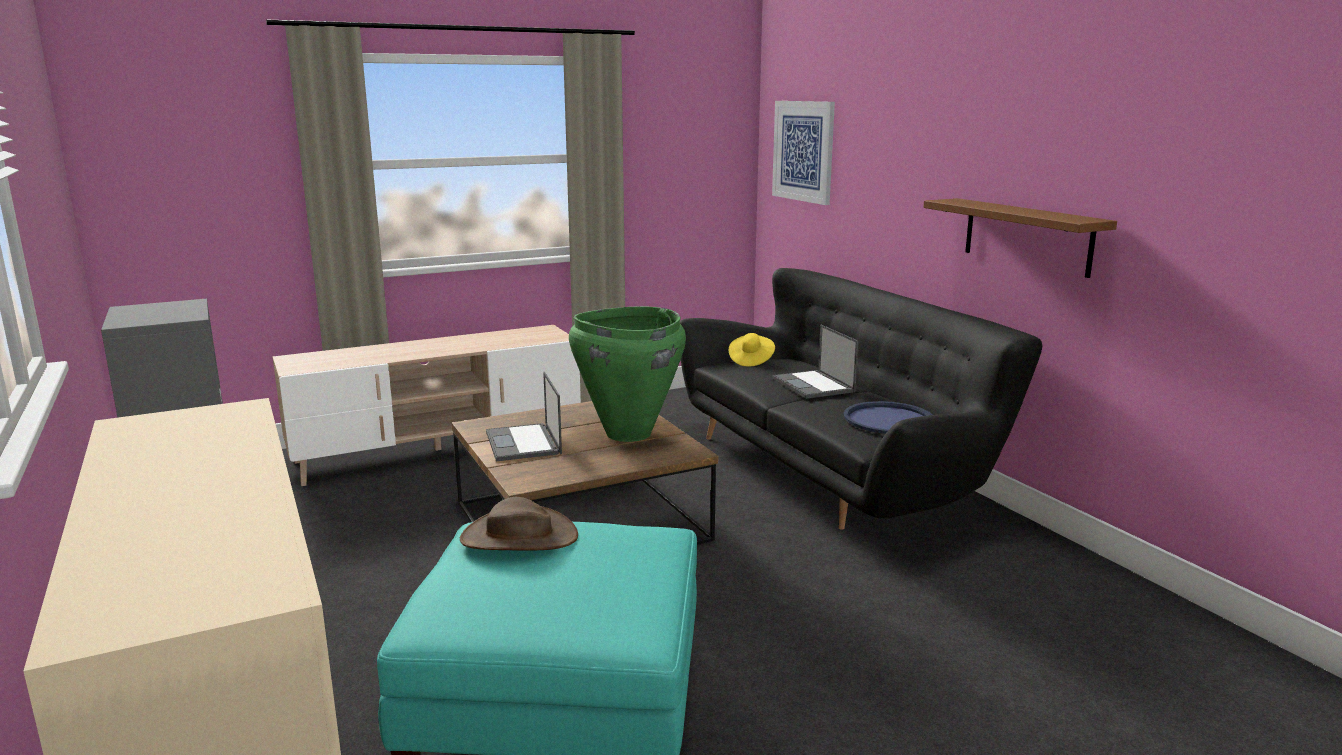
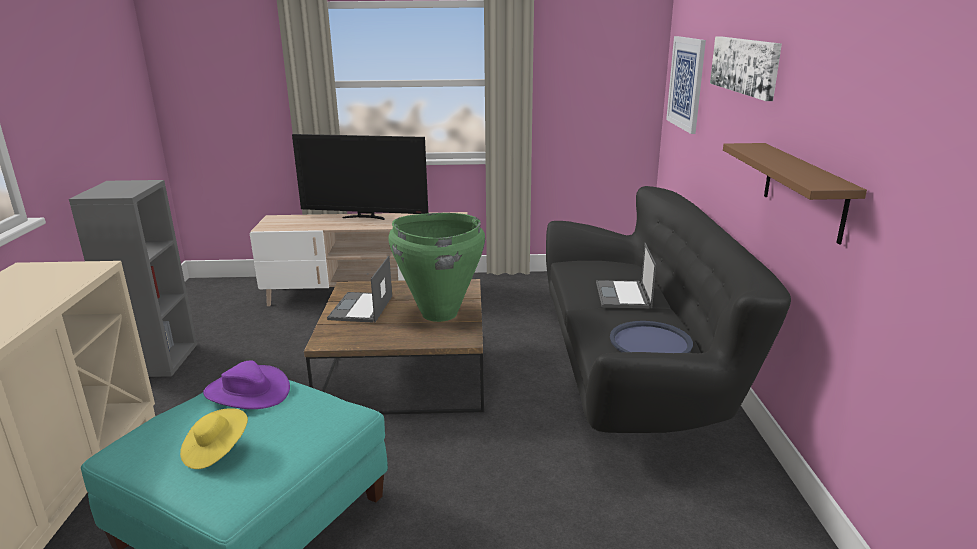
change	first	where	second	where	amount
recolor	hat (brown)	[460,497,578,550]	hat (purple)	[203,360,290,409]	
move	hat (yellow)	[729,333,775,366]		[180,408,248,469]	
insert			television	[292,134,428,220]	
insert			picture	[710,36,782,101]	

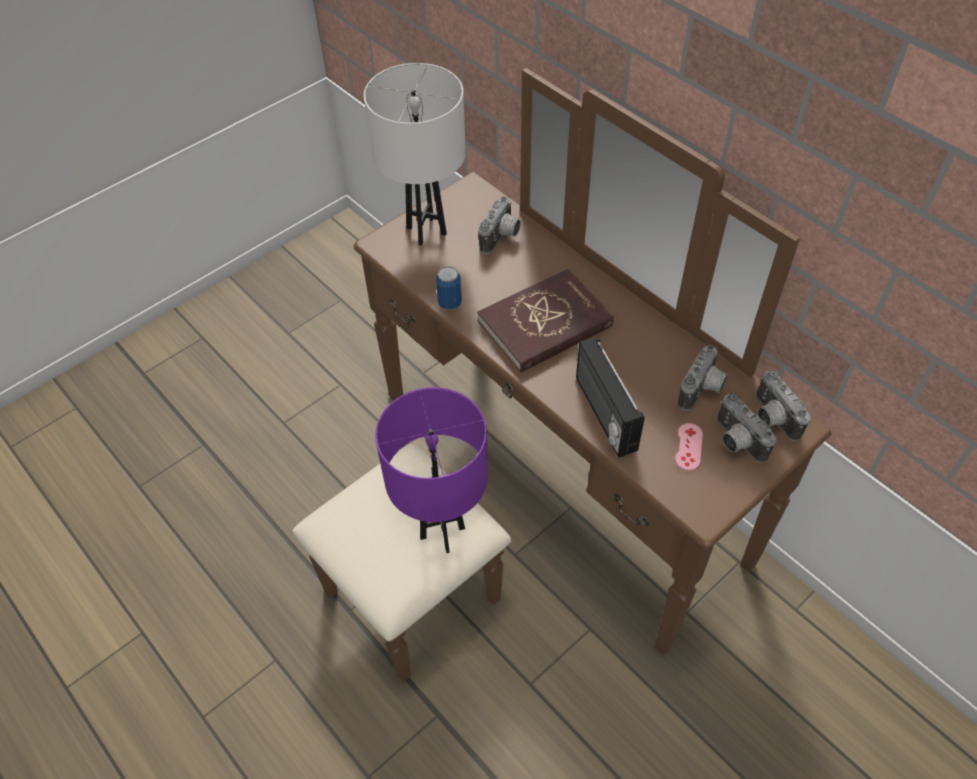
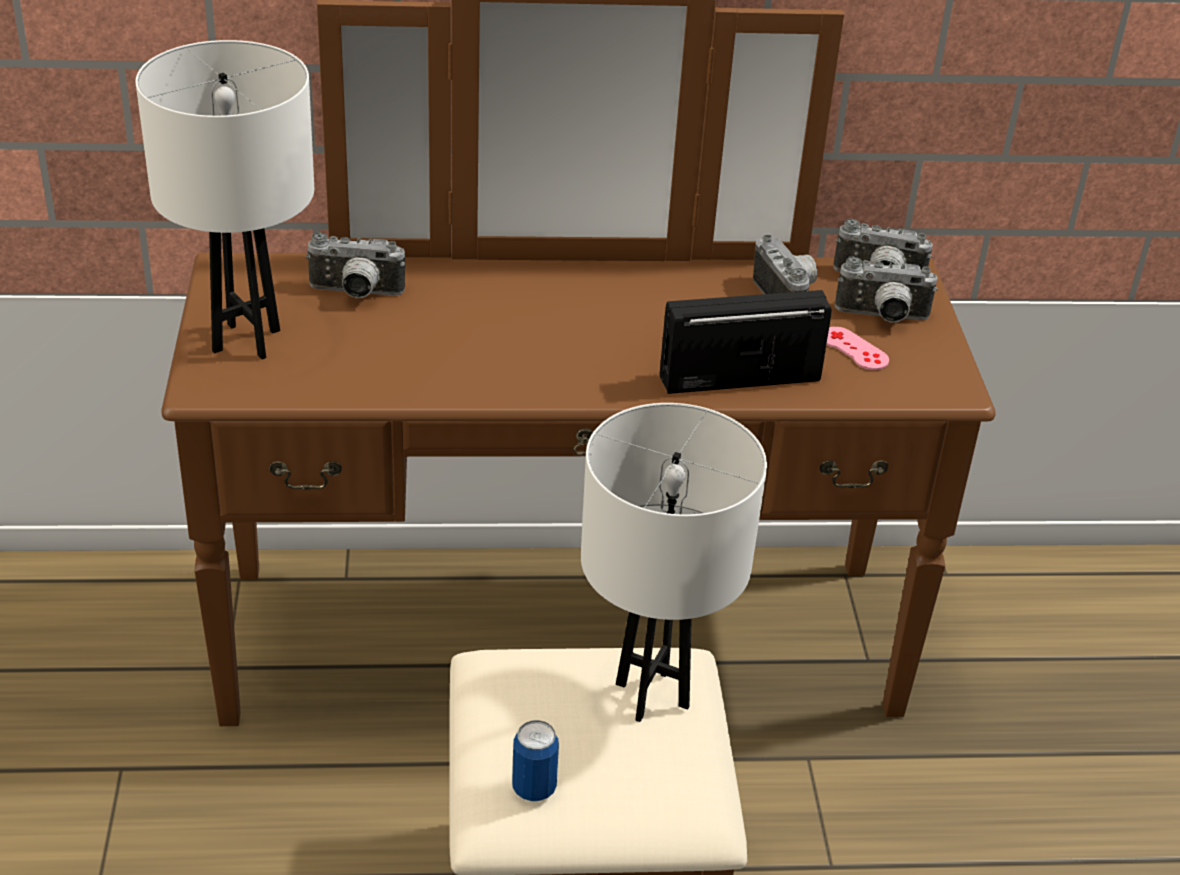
change	first	where	second	where	amount
recolor	table lamp (purple)	[375,387,488,553]	table lamp (white)	[581,403,767,722]	
move	can	[436,266,462,310]		[512,720,559,801]	
delete	book (red)	[477,268,614,373]			
rotate	photo camera	[478,196,521,254]		[306,233,405,298]	120 degrees clockwise
rotate	radio	[576,337,645,458]		[660,290,832,394]	150 degrees clockwise

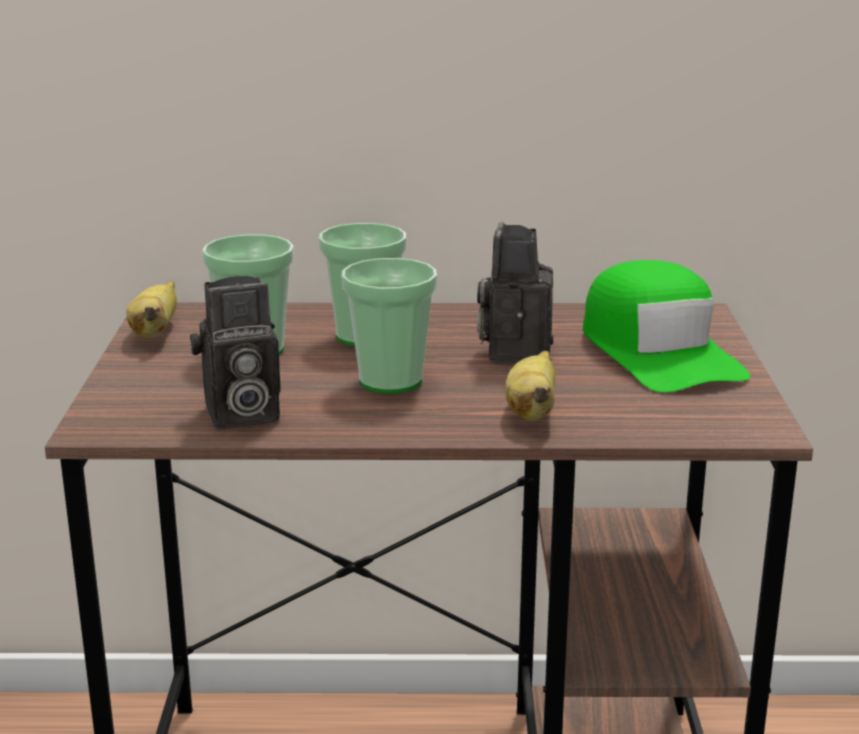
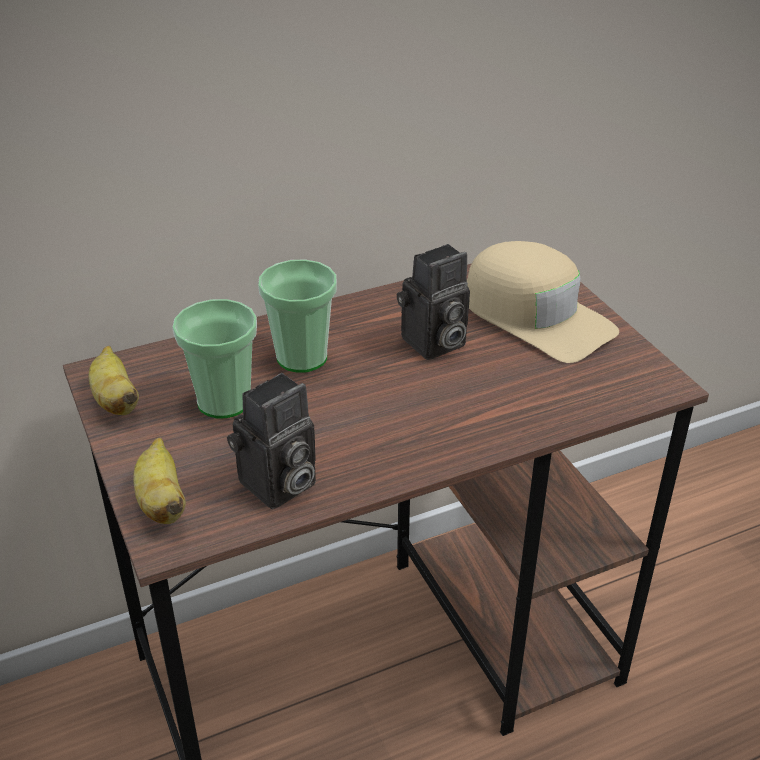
change	first	where	second	where	amount
delete	cup	[342,258,437,394]			
rotate	photo camera	[477,222,553,364]		[397,244,470,360]	105 degrees counterclockwise
move	banana	[505,351,555,421]		[133,437,186,524]	
recolor	cap (green)	[583,260,750,392]	cap (beige)	[467,241,619,363]	

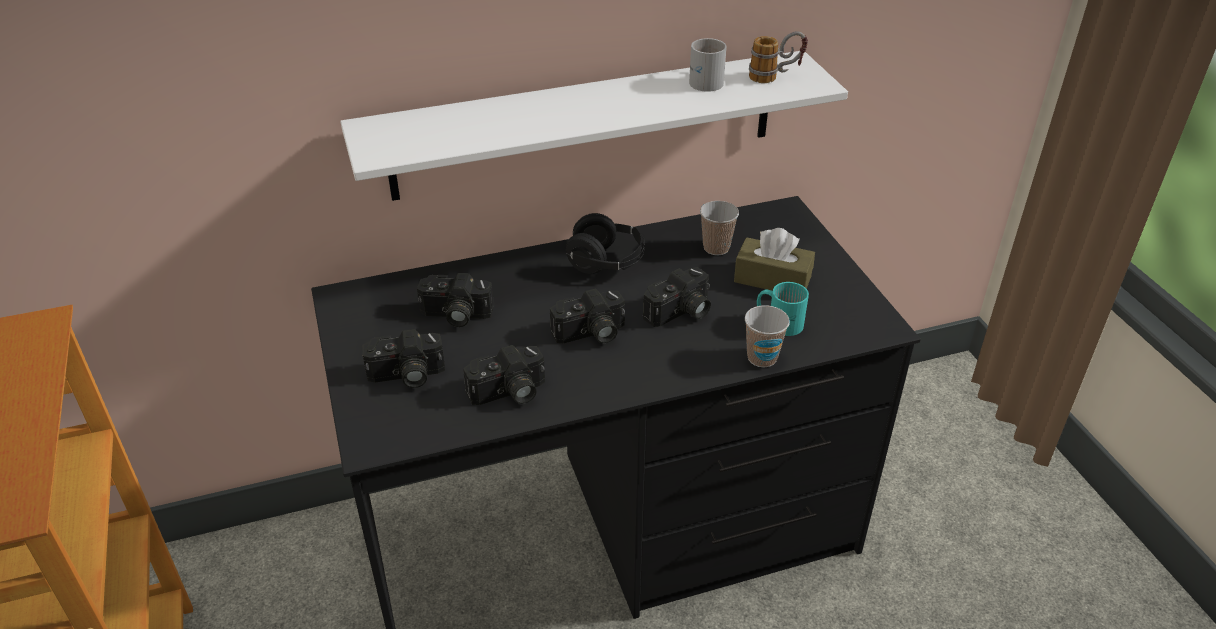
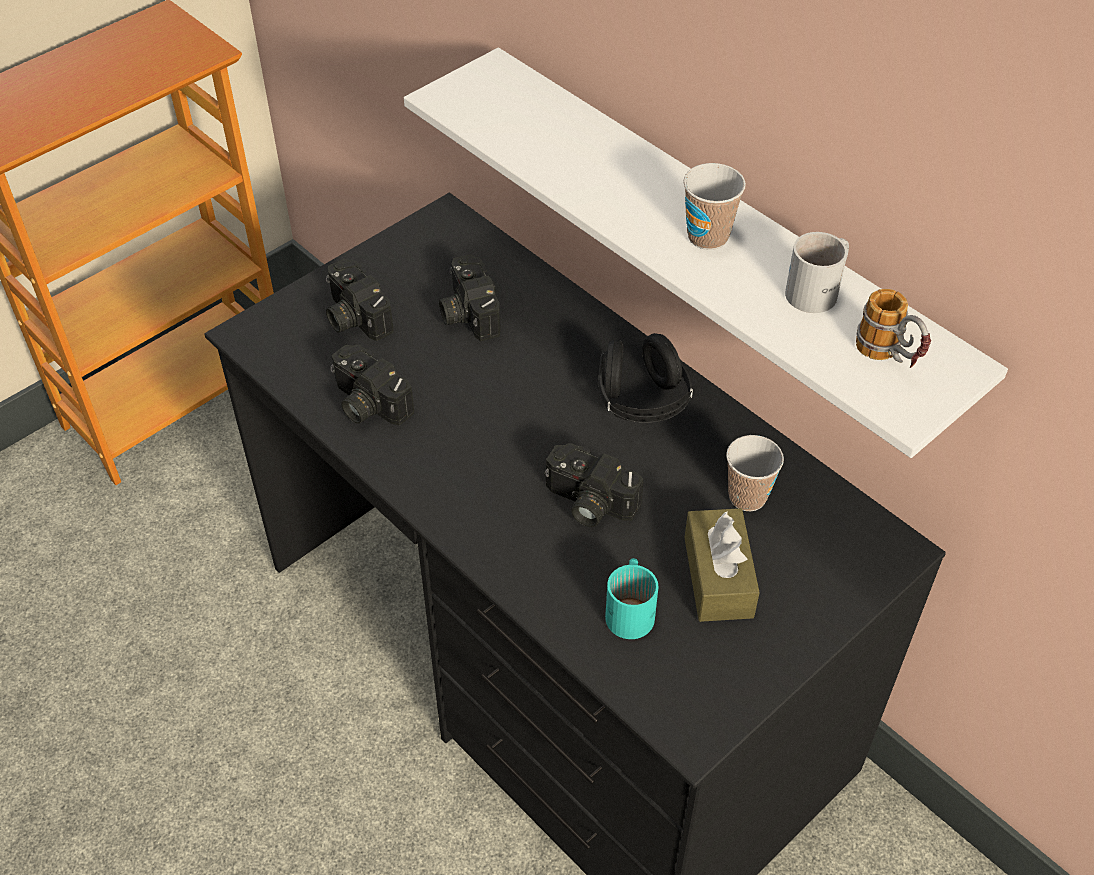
change	first	where	second	where	amount
delete	photo camera	[550,288,625,343]			
move	cup	[745,305,790,368]		[684,163,746,250]	

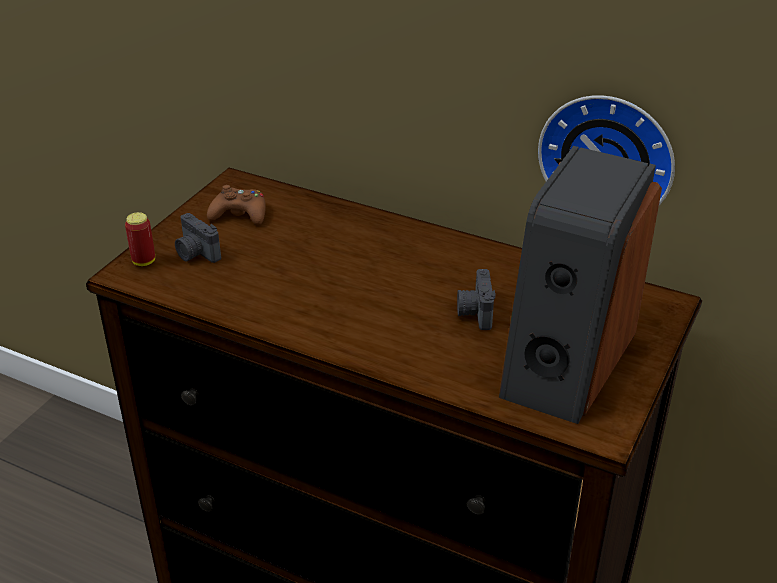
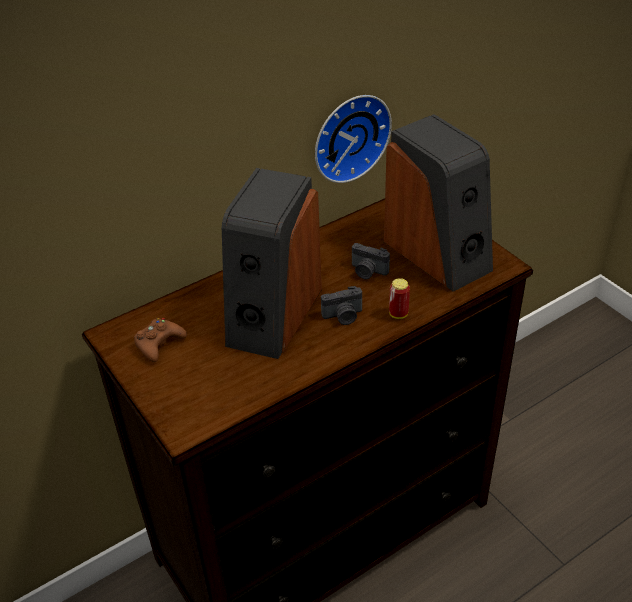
change	first	where	second	where	amount
move	can	[125,212,155,266]		[389,278,410,319]	
move	photo camera	[175,213,221,263]		[321,286,362,325]	
insert			speaker	[222,168,322,359]	

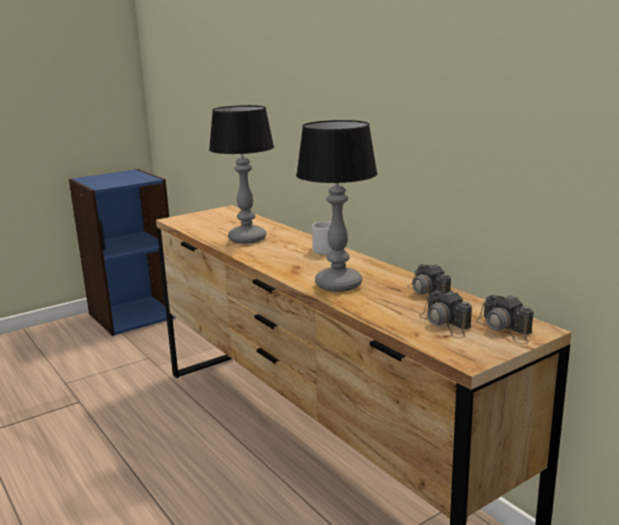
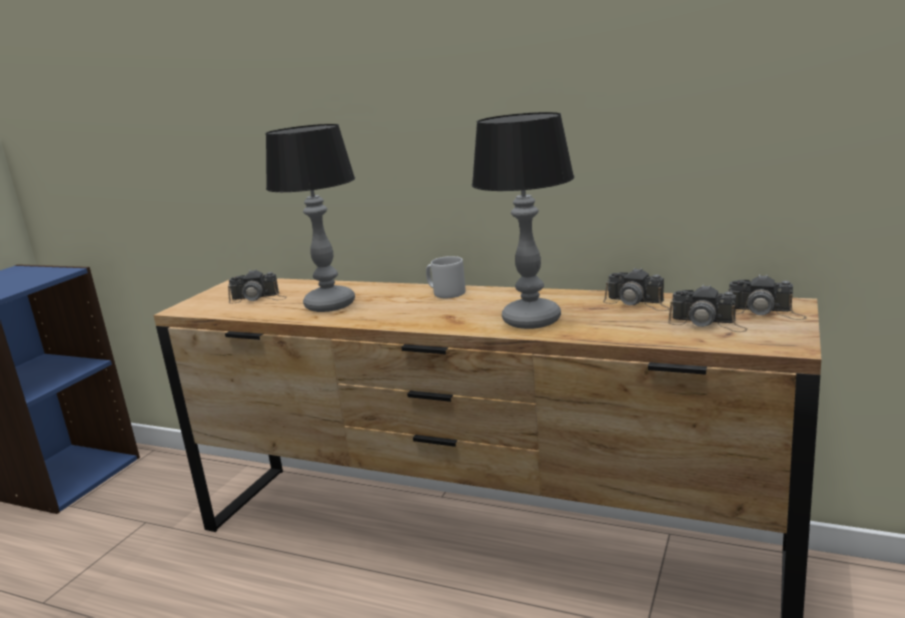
change	first	where	second	where	amount
insert			photo camera	[228,269,287,304]	

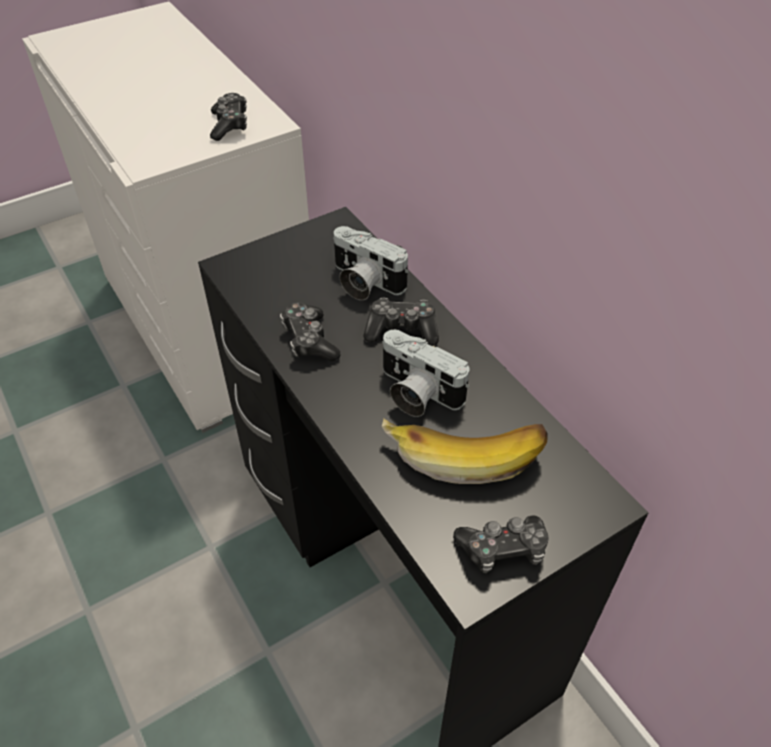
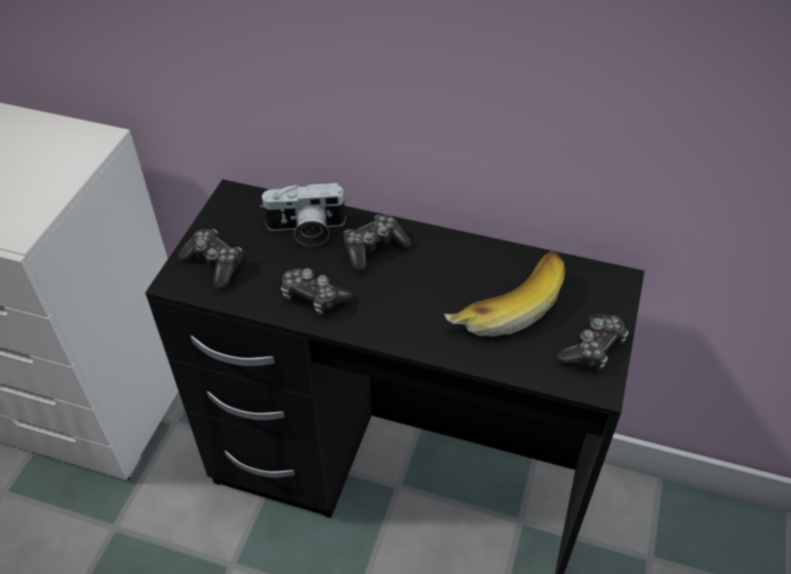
change	first	where	second	where	amount
move	game controller	[210,93,247,141]		[178,229,242,289]	
delete	photo camera	[382,329,470,417]			

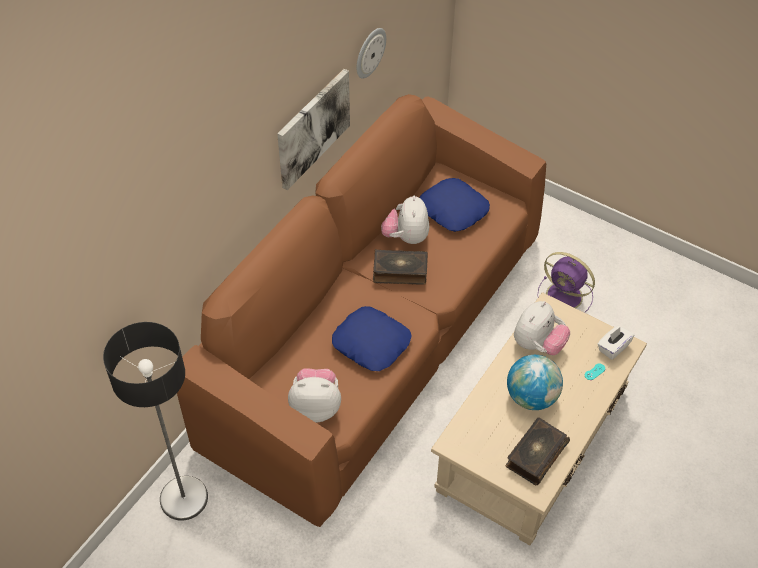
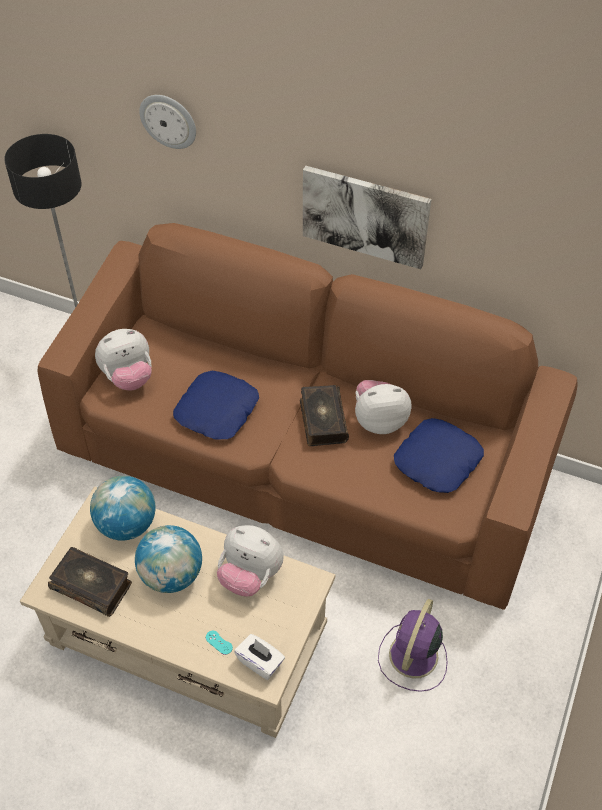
change	first	where	second	where	amount
rotate	plush toy	[288,368,341,423]		[95,329,152,391]	75 degrees clockwise
move	wall clock	[356,28,386,79]		[139,95,196,149]	
insert			globe	[90,476,156,541]	

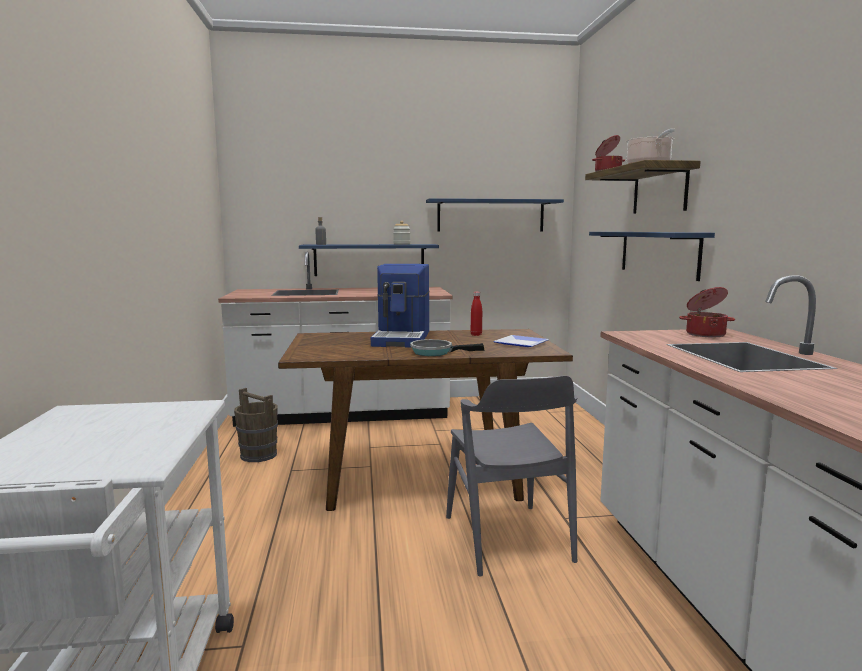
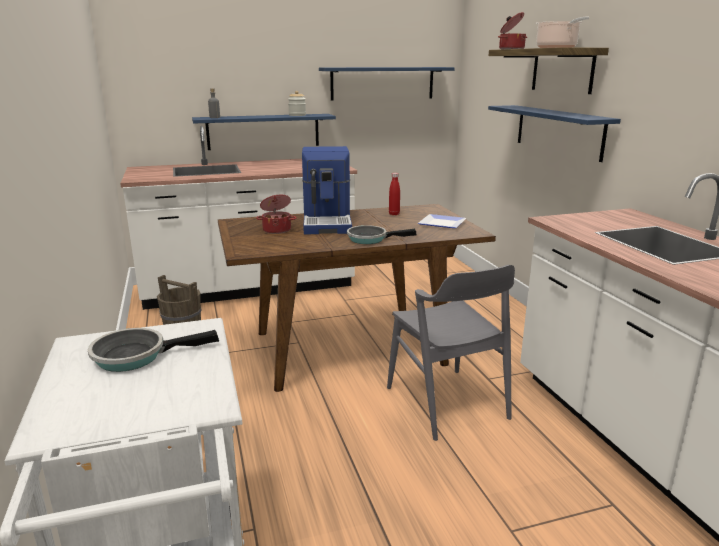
change	first	where	second	where	amount
move	cooking pot	[679,287,735,337]		[256,195,297,234]	
insert			frying pan	[88,328,219,372]	

